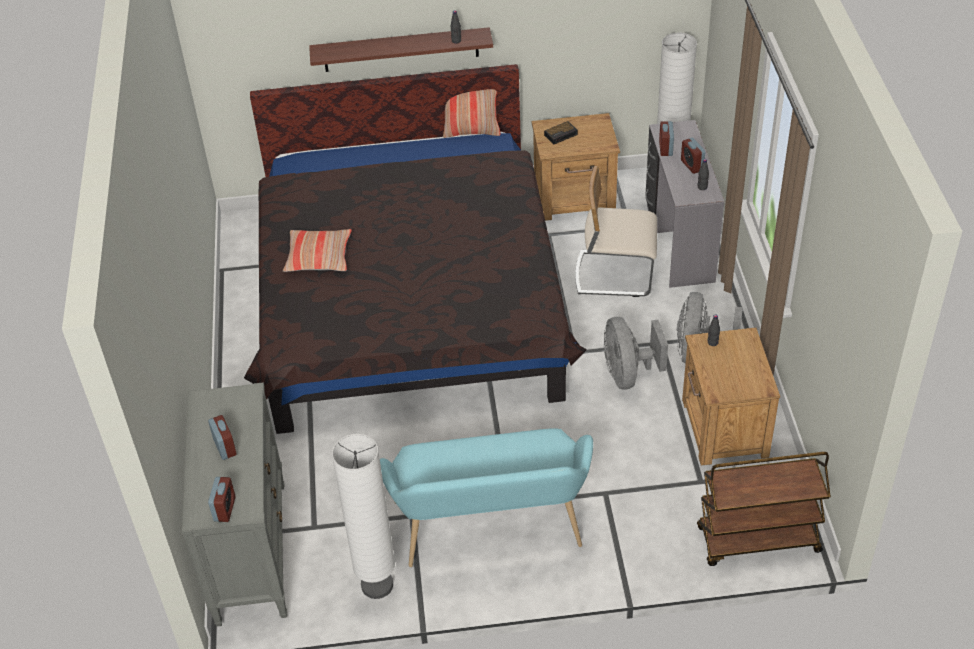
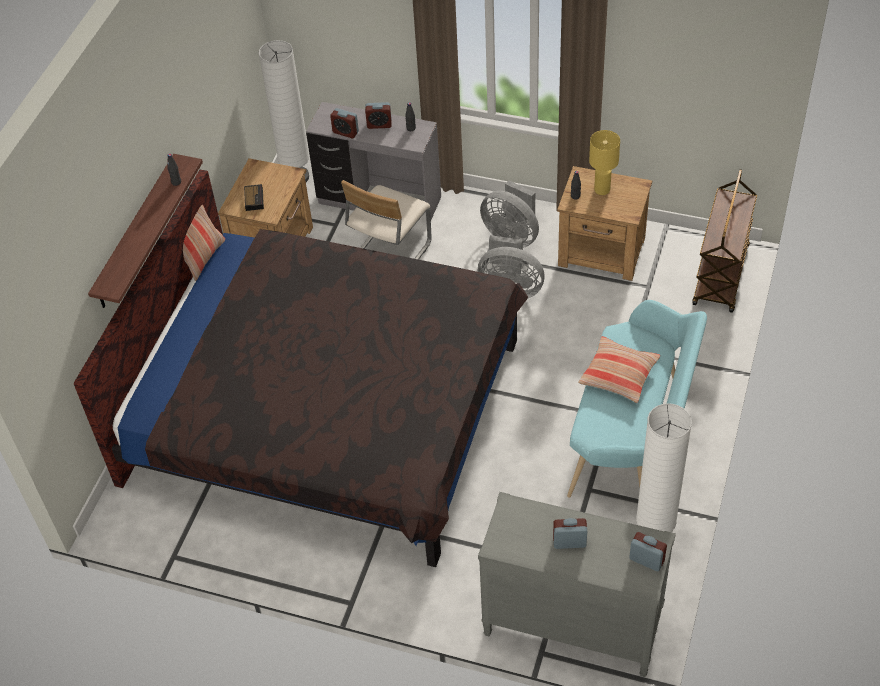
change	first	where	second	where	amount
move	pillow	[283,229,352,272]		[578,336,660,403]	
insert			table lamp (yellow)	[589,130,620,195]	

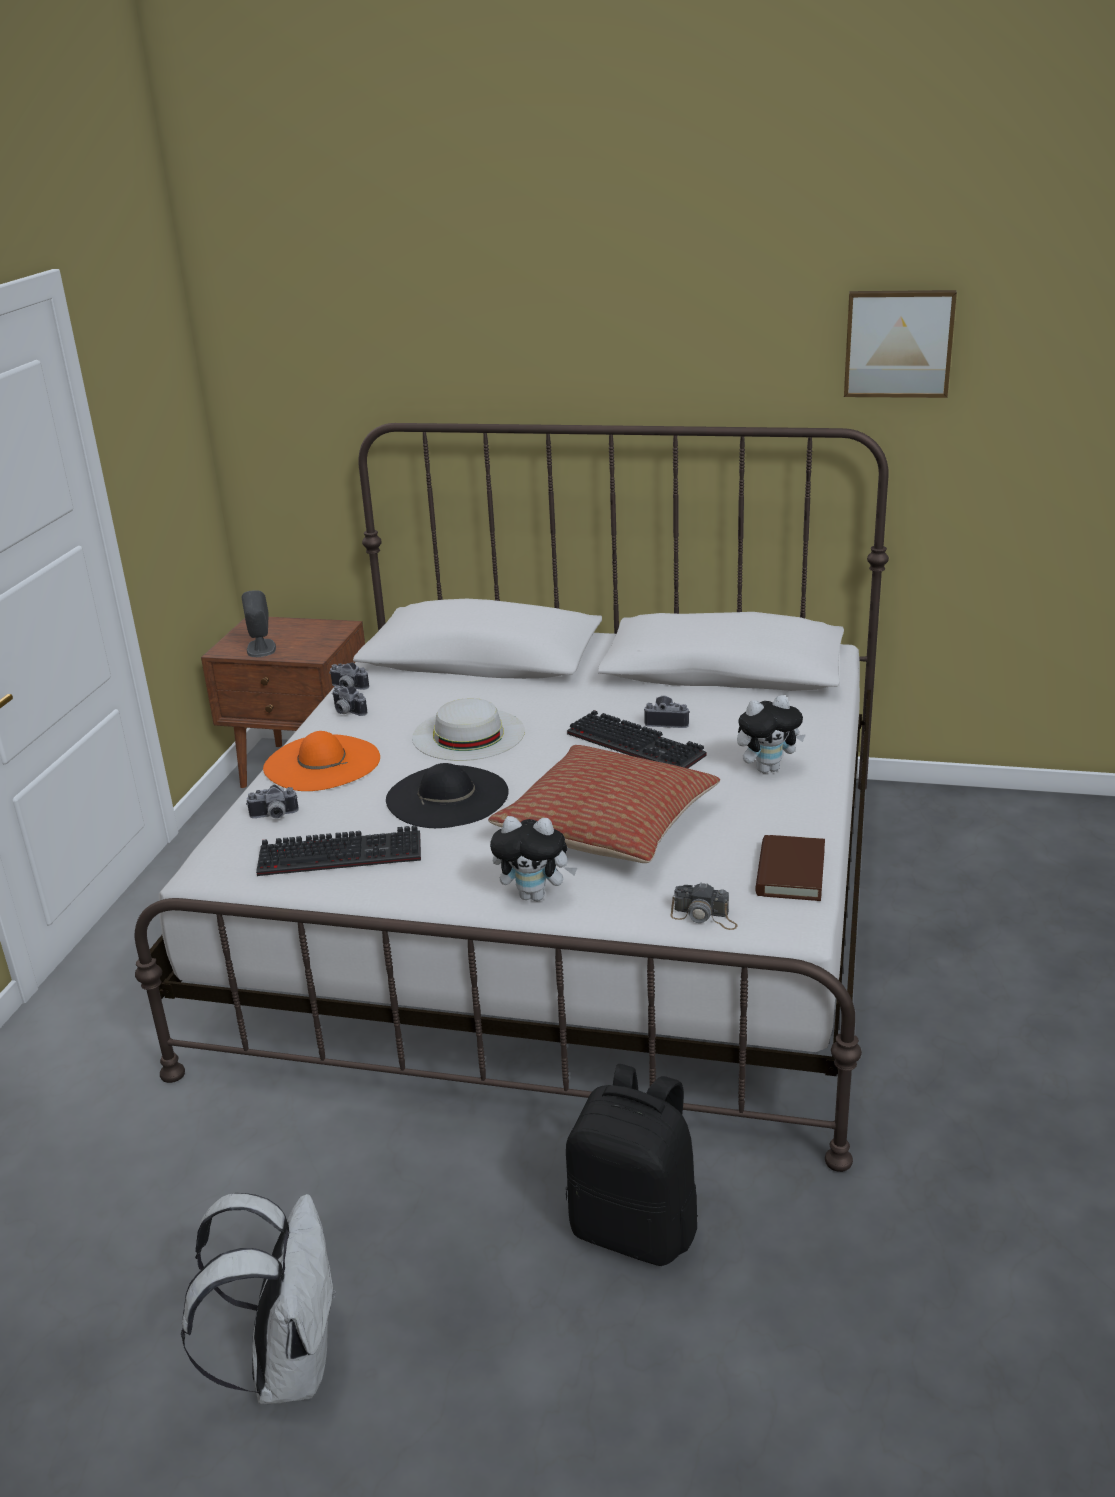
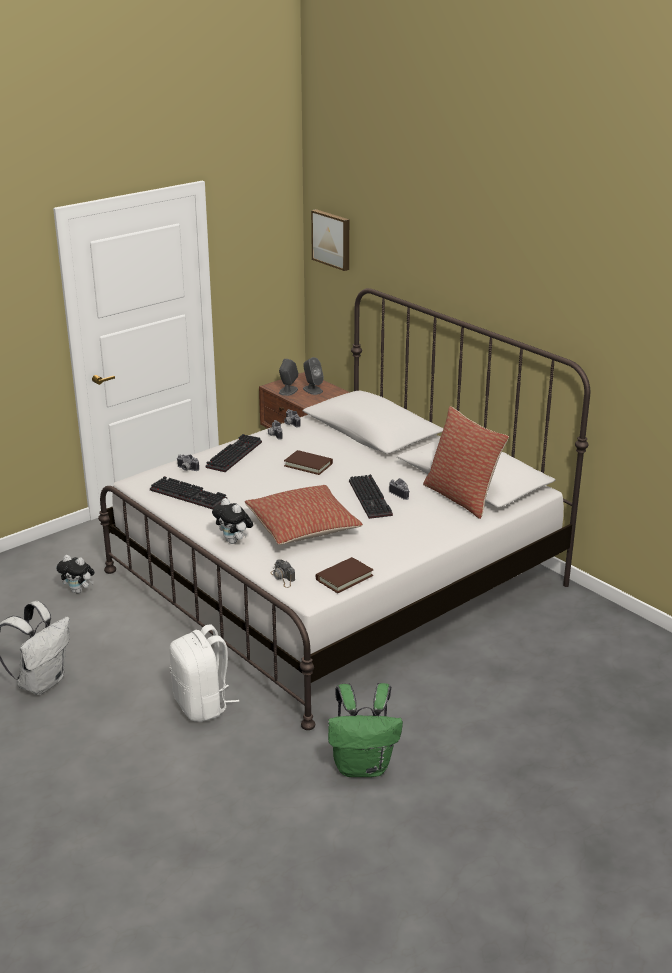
change	first	where	second	where	amount
replace	hat (orange)	[263,731,380,791]	keyboard	[206,434,262,472]	
delete	hat (black)	[386,763,509,828]			
replace	hat (white)	[412,698,525,761]	book (brown)	[284,450,333,475]	
recolor	backpack (black)	[566,1064,698,1266]	backpack (white)	[169,624,239,722]	
move	plush toy	[737,695,806,773]		[56,555,95,594]	
move	picture	[844,290,957,398]		[311,209,349,271]	
insert			speaker (grey)	[303,357,324,395]	
insert			backpack (green)	[328,683,403,777]	
insert			pillow	[423,406,509,519]	

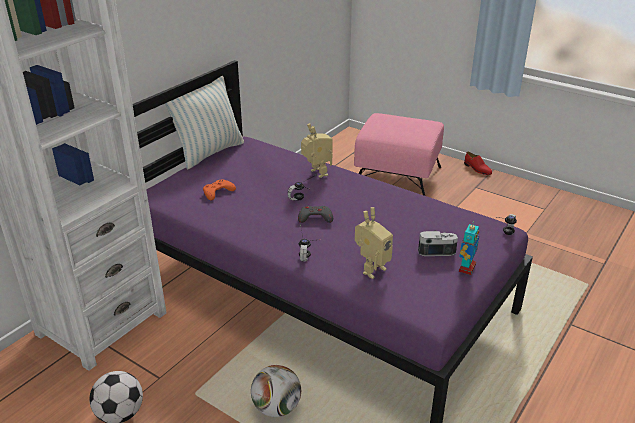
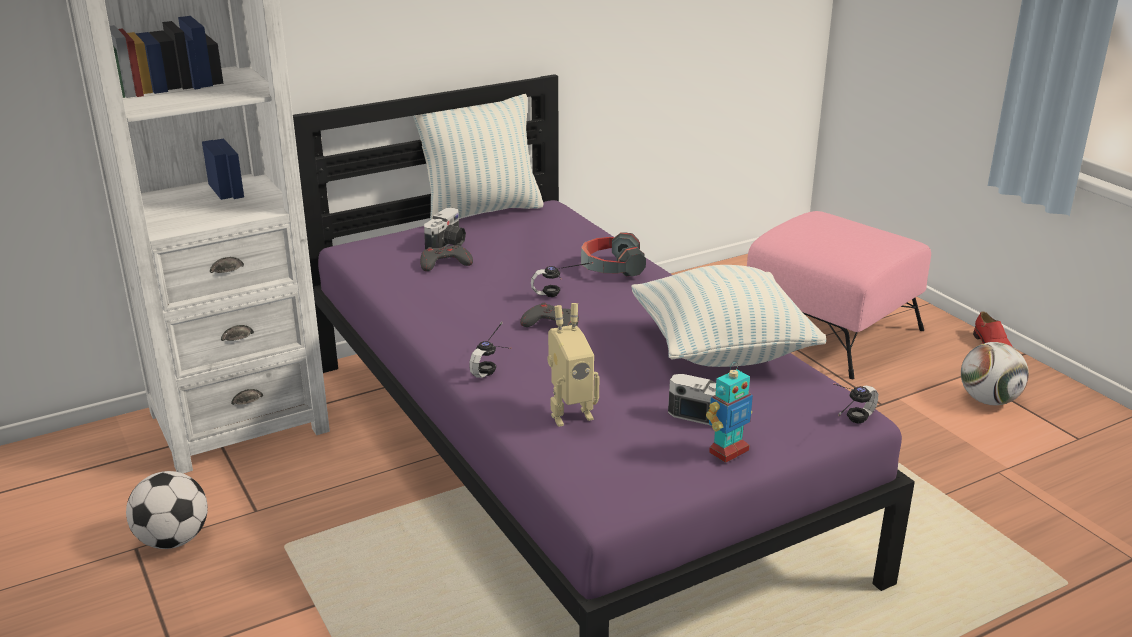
change	first	where	second	where	amount
recolor	game controller (orange)	[203,179,236,201]	game controller (grey)	[420,245,473,271]	
move	football	[251,365,301,417]		[961,342,1029,405]	
replace	toy robot	[301,123,333,178]	headphones	[581,232,646,277]	
insert			photo camera	[424,207,466,250]	
insert			pillow	[631,265,826,367]	

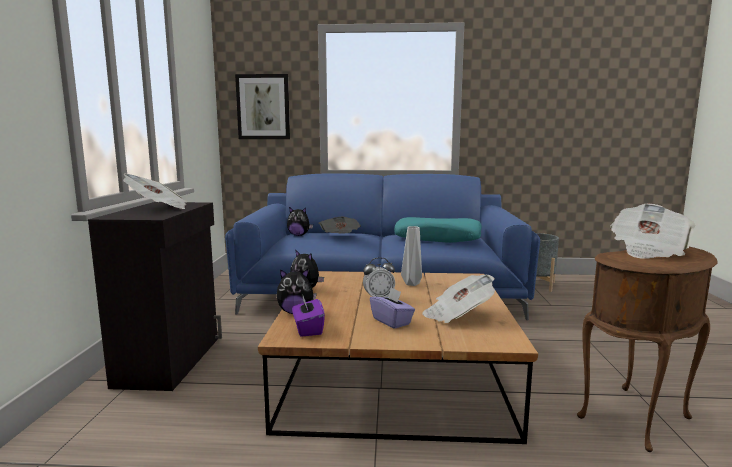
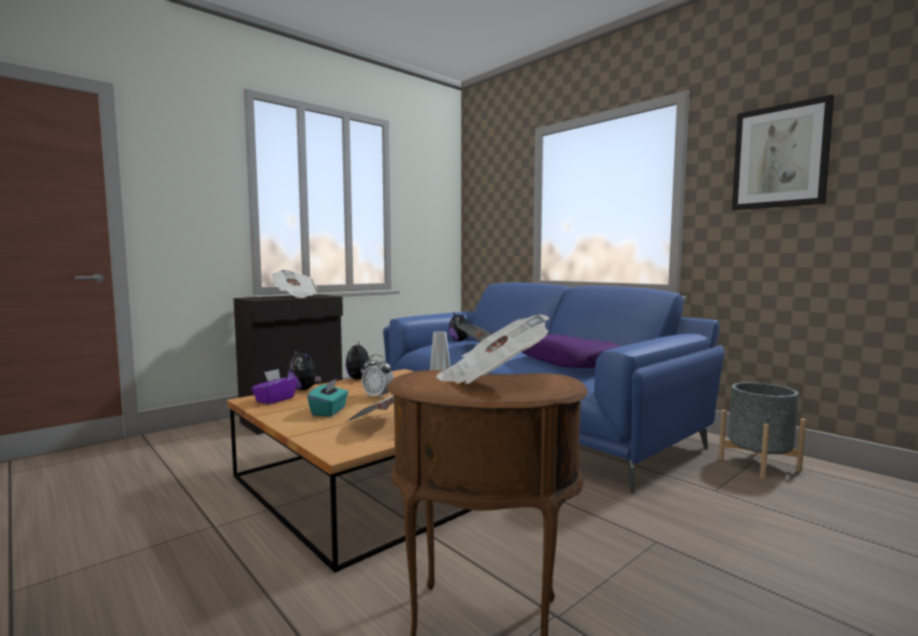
change	first	where	second	where	amount
move	picture	[235,74,290,139]		[732,95,834,210]	
recolor	tissue box (purple)	[370,287,415,329]	tissue box (turquoise)	[307,378,348,417]	
recolor	pillow (turquoise)	[394,217,482,243]	pillow (purple)	[522,334,621,368]	

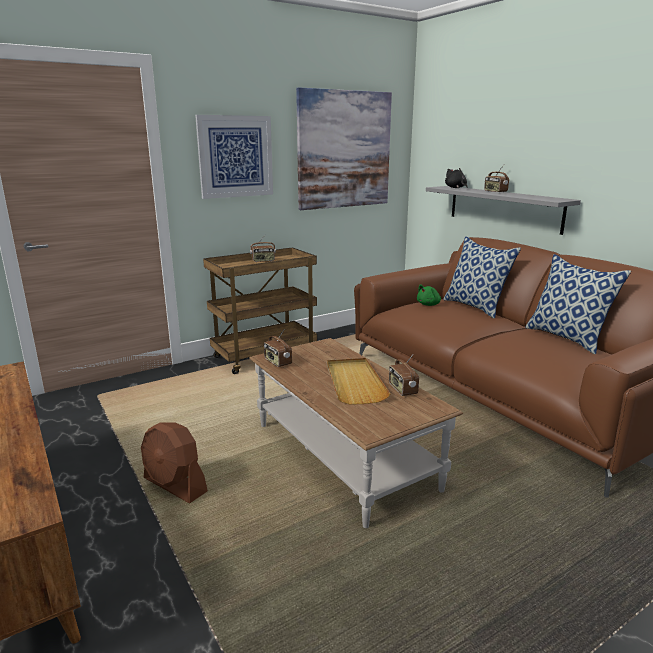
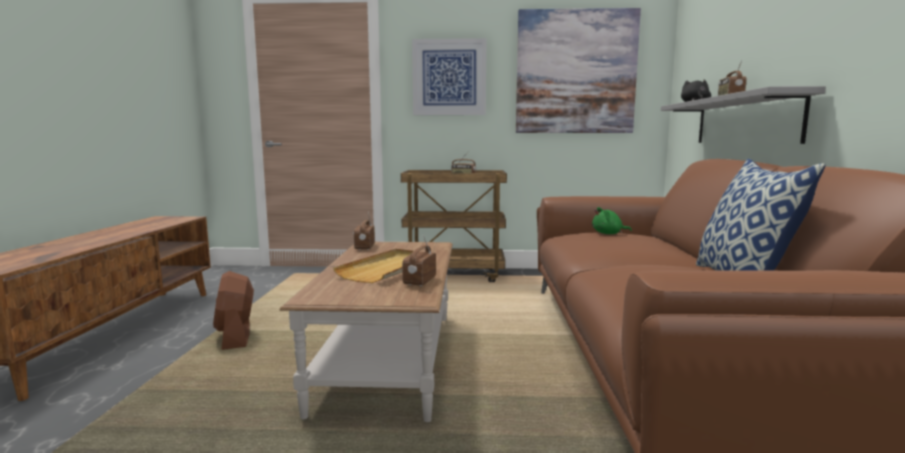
change	first	where	second	where	amount
delete	pillow	[443,236,521,319]			

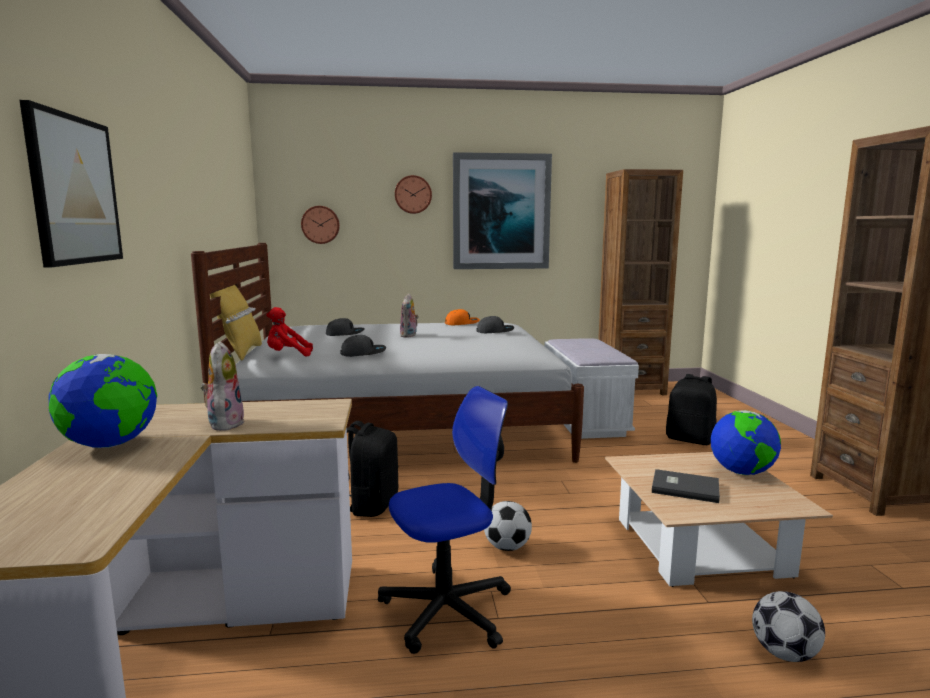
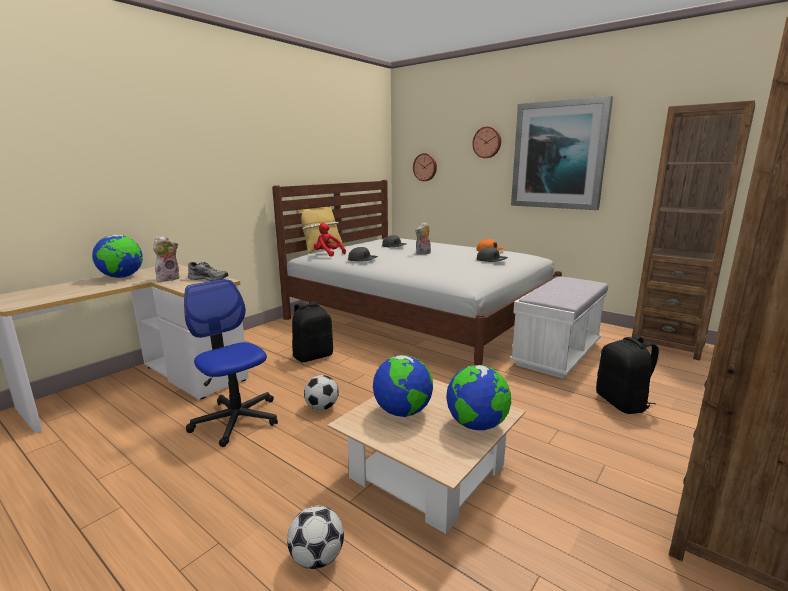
change	first	where	second	where	amount
delete	picture	[20,100,123,267]			
rotate	office chair	[378,386,511,654]		[184,279,278,447]	150 degrees counterclockwise
replace	book (grey)	[652,469,720,503]	globe	[373,355,433,417]	
insert			shoe (grey)	[188,262,228,281]	

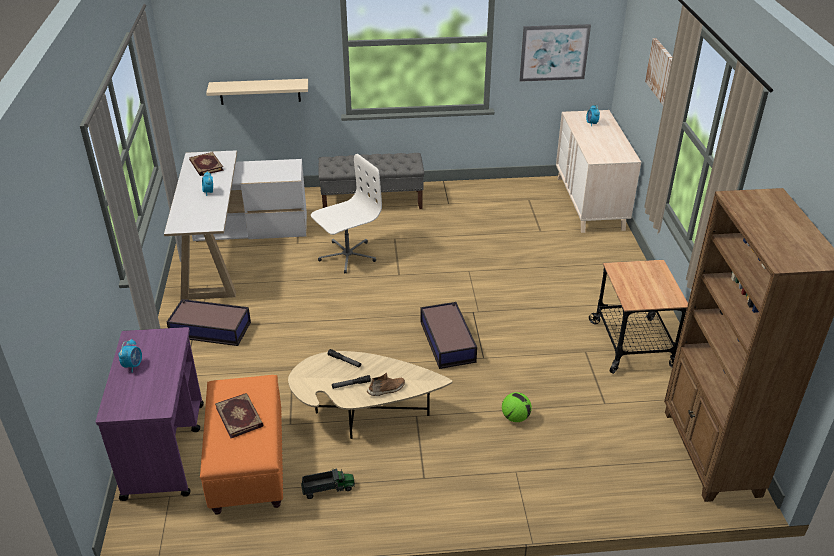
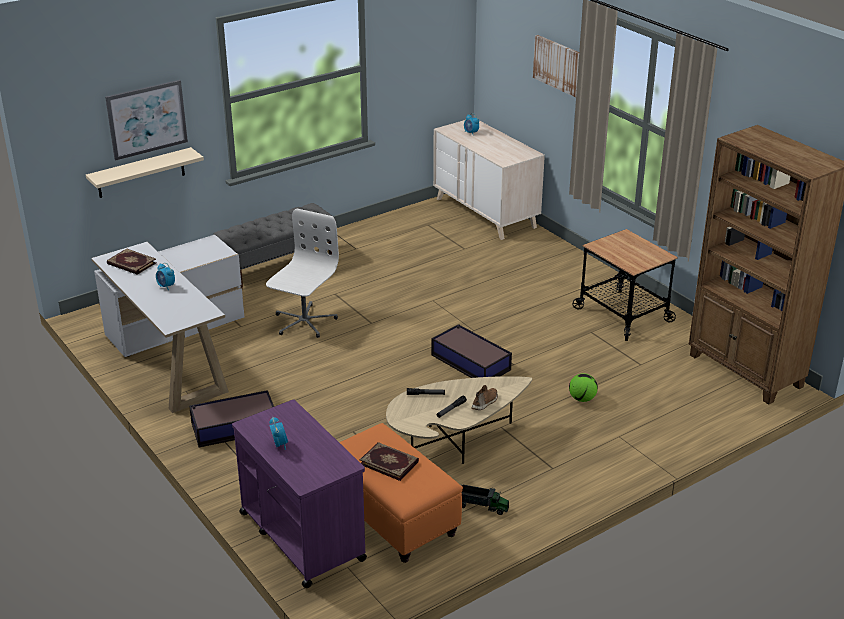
change	first	where	second	where	amount
rotate	toy truck	[301,468,355,499]		[461,485,509,515]	60 degrees clockwise
move	picture	[519,24,591,82]		[105,80,188,160]	

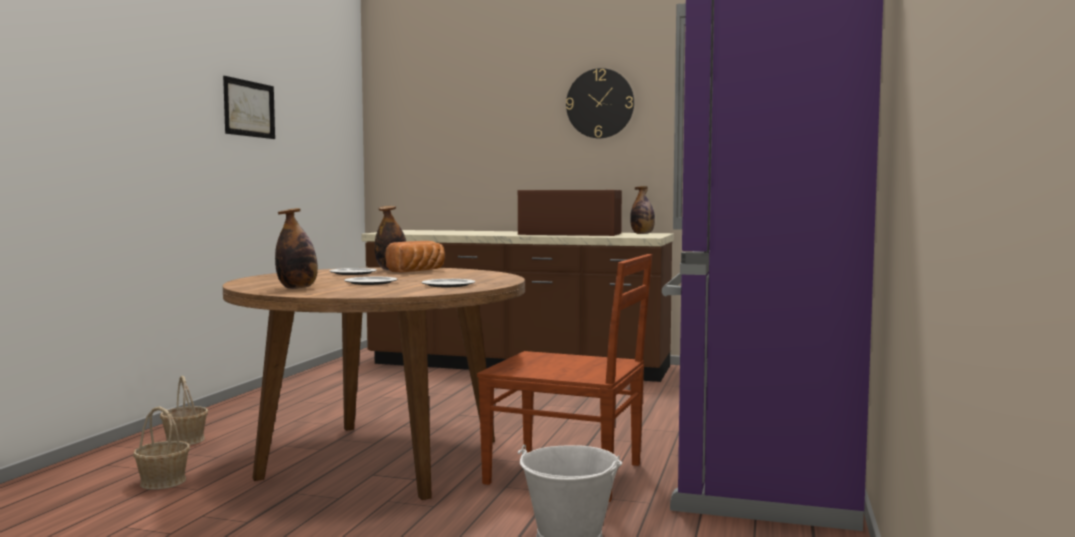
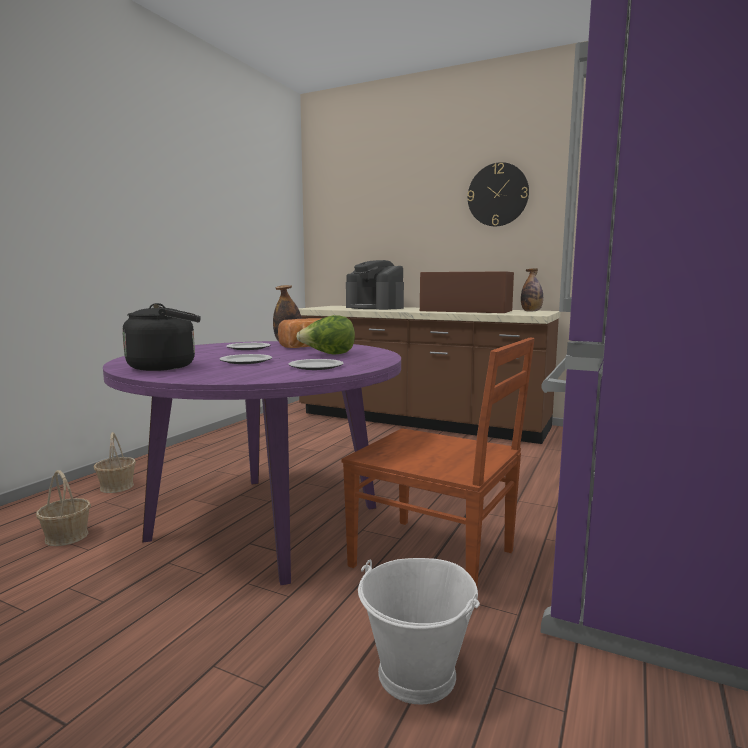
change	first	where	second	where	amount
delete	picture	[223,76,275,139]			
recolor	dining table (brown)	[223,267,525,500]	dining table (purple)	[103,341,401,585]	
replace	bottle	[275,208,318,289]	kettle (black)	[122,303,201,371]	
insert			lettuce	[296,315,355,355]	
insert			coffee machine	[346,260,404,310]	

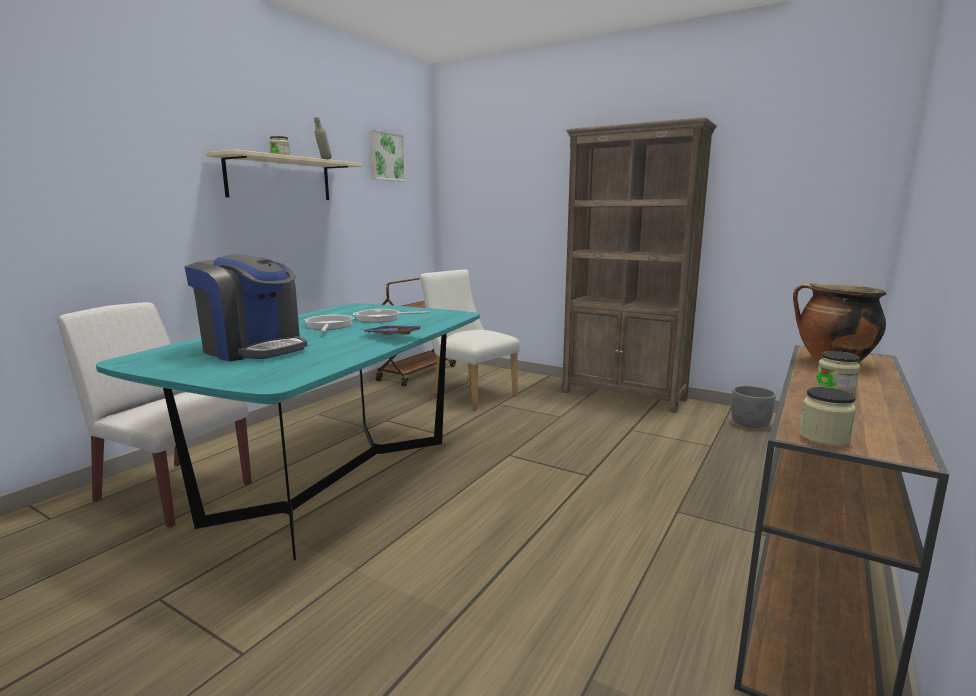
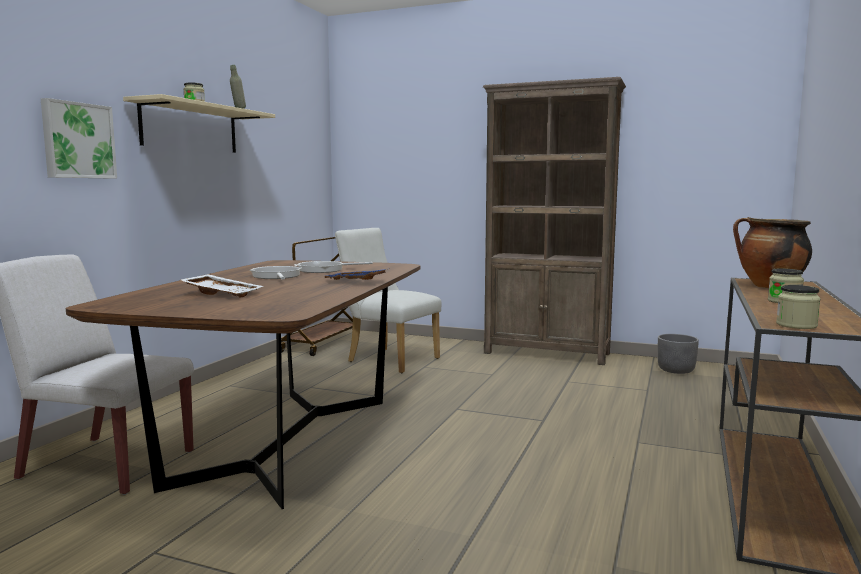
change	first	where	second	where	amount
recolor	dining table (turquoise)	[96,303,480,560]	dining table (brown)	[66,260,420,509]	
replace	coffee machine	[184,254,307,361]	tray (white)	[181,274,263,298]	
move	picture	[369,130,406,182]		[41,98,117,178]	

